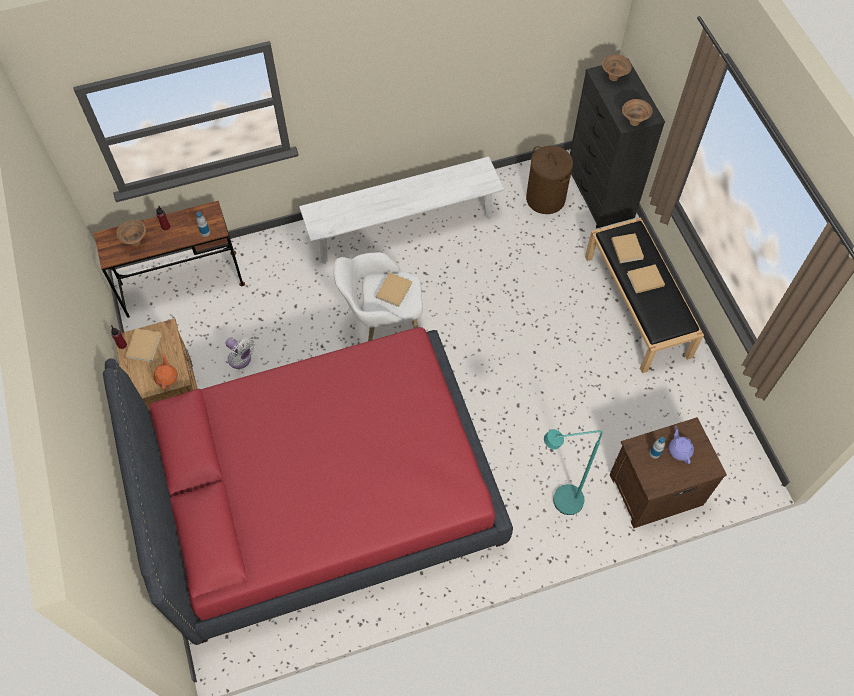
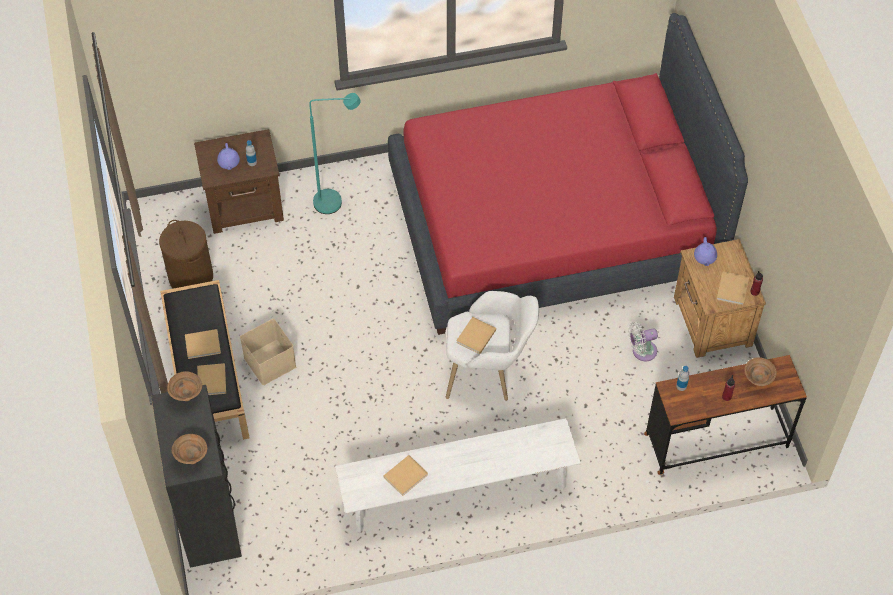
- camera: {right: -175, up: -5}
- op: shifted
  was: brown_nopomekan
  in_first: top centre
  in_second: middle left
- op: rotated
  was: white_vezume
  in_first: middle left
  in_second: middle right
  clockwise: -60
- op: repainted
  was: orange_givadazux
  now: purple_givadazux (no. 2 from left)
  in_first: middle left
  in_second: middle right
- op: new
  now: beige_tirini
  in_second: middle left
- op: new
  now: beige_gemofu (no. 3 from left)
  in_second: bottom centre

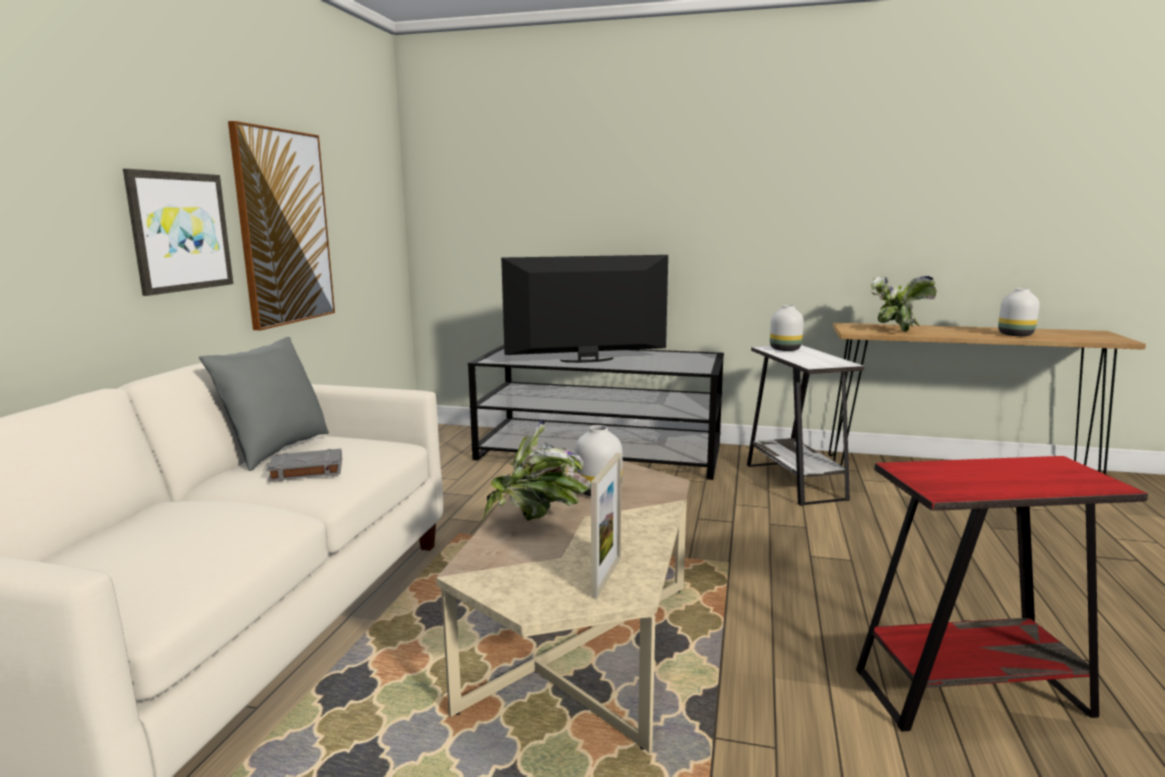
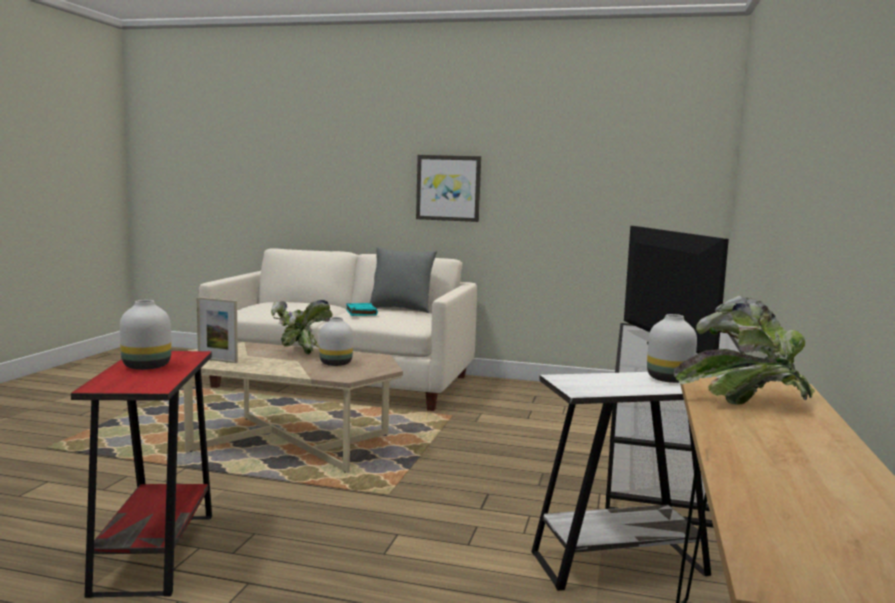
- camera: {right: 90, up: -5}
- op: gone
  was: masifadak (no. 2 from left)
  in_first: top left
- op: shifted
  was: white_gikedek (no. 3 from left in the first image)
  now: white_gikedek (no. 1 from left)
  in_first: middle right
  in_second: middle left
- op: repainted
  was: grey_gemofu
  now: turquoise_gemofu
  in_first: middle left
  in_second: centre

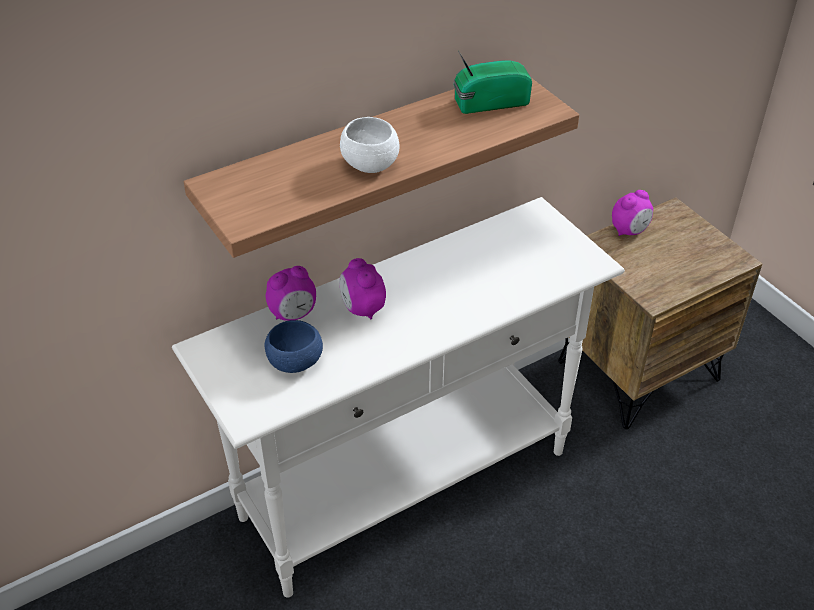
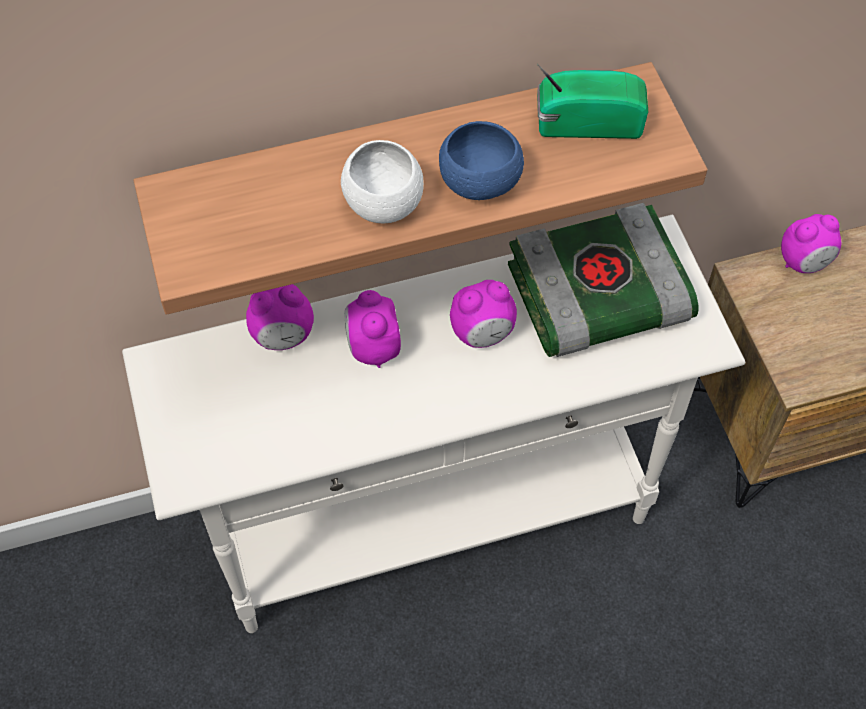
- camera: {right: 15, up: 15}
- op: shifted
  was: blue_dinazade
  in_first: centre
  in_second: top centre
- op: new
  now: gemofu
  in_second: middle right
- op: new
  now: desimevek (no. 3 from left)
  in_second: centre

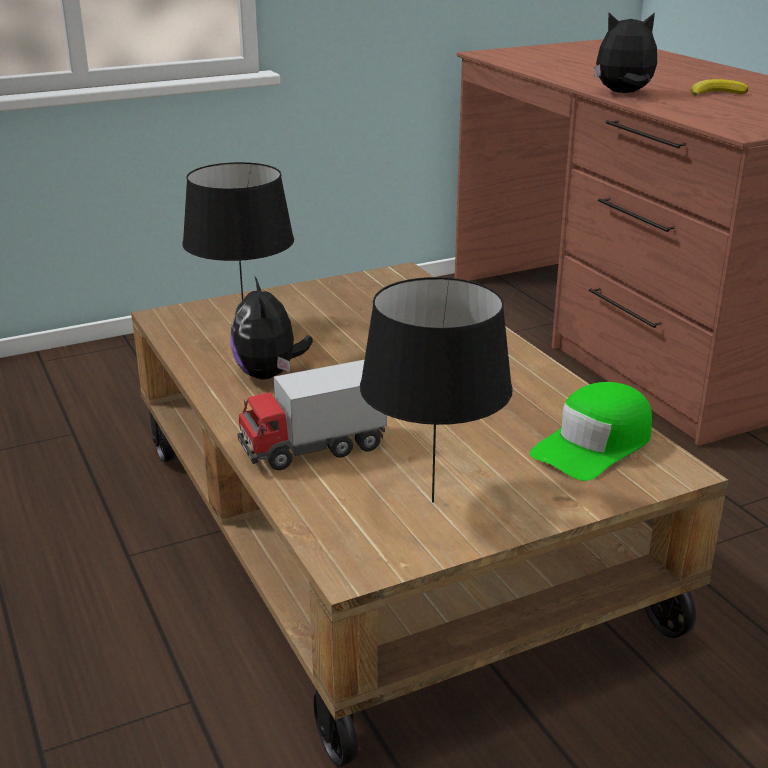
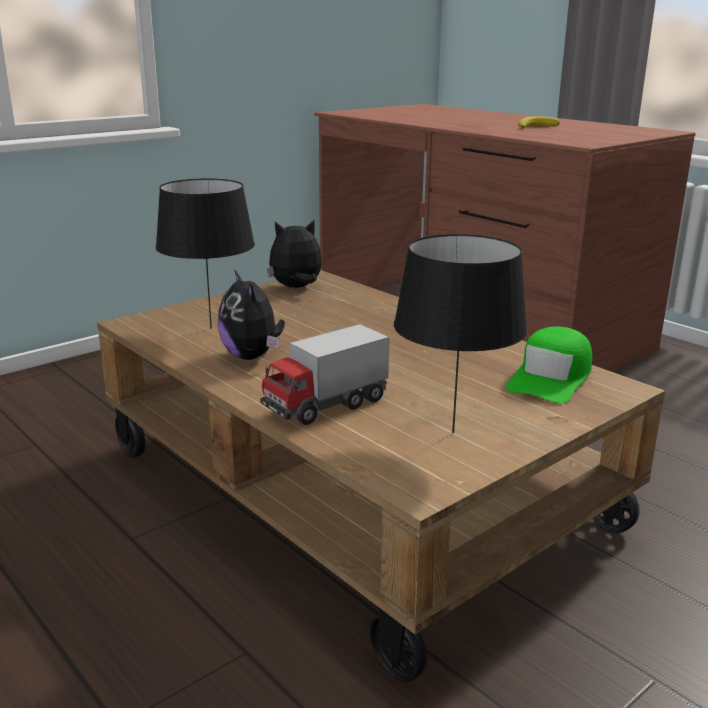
- camera: {right: -15, up: -5}
- op: shifted
  was: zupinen (no. 2 from left)
  in_first: top right
  in_second: centre

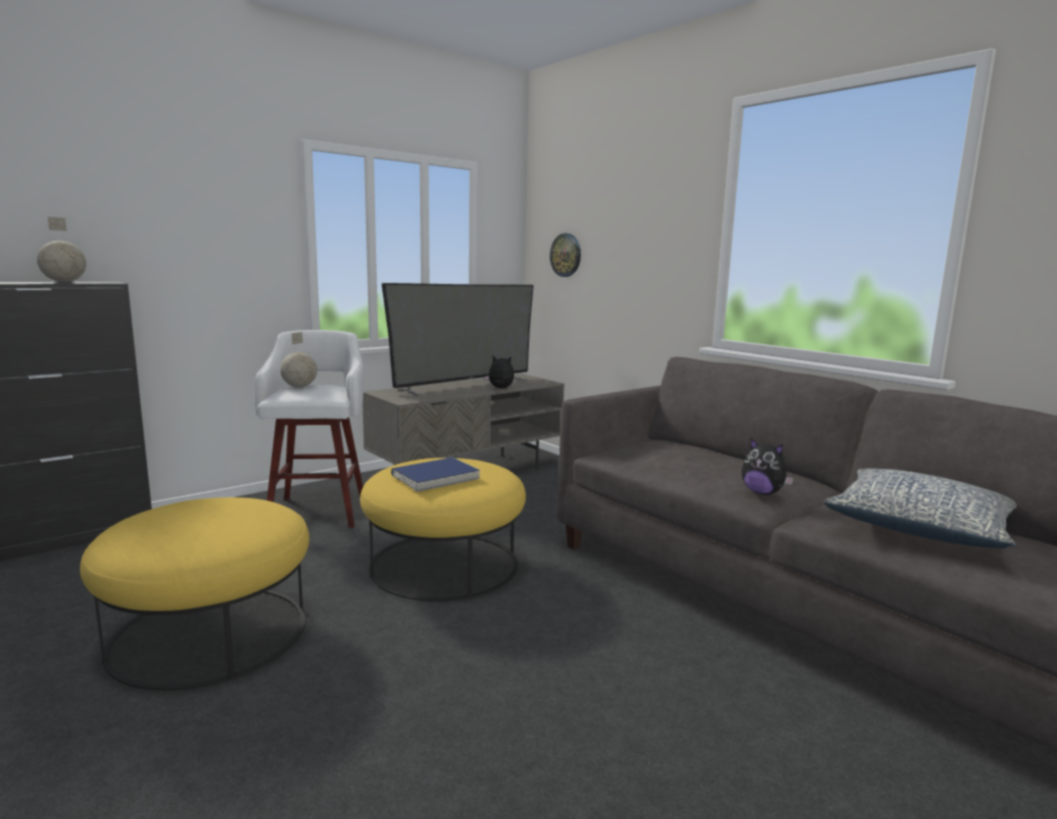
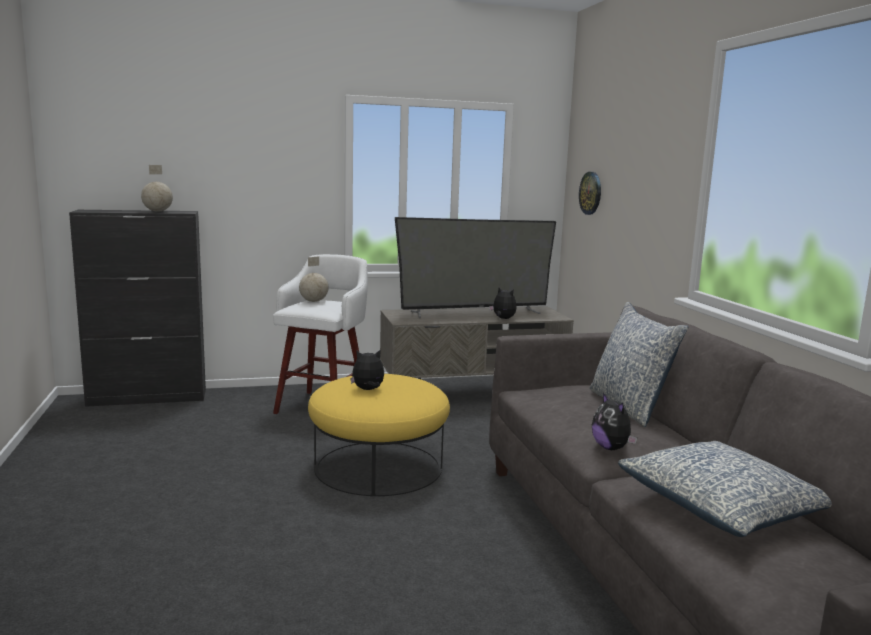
- camera: {right: 25, up: 0}
- op: swapped
  was: blue_gemofu
  now: zupinen (no. 1 from left)
  in_first: centre
  in_second: centre
- op: gone
  was: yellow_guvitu (no. 1 from left)
  in_first: bottom left
- op: new
  now: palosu (no. 1 from left)
  in_second: middle right

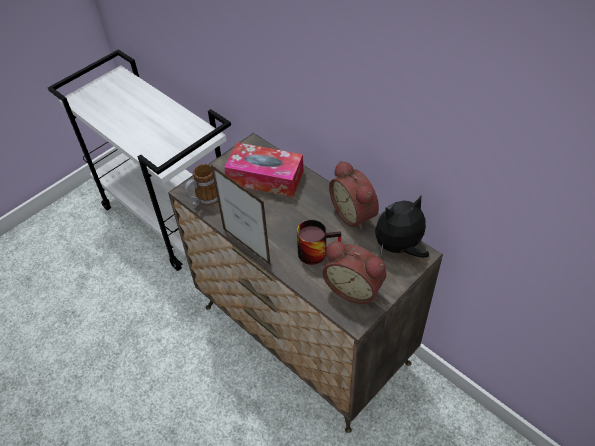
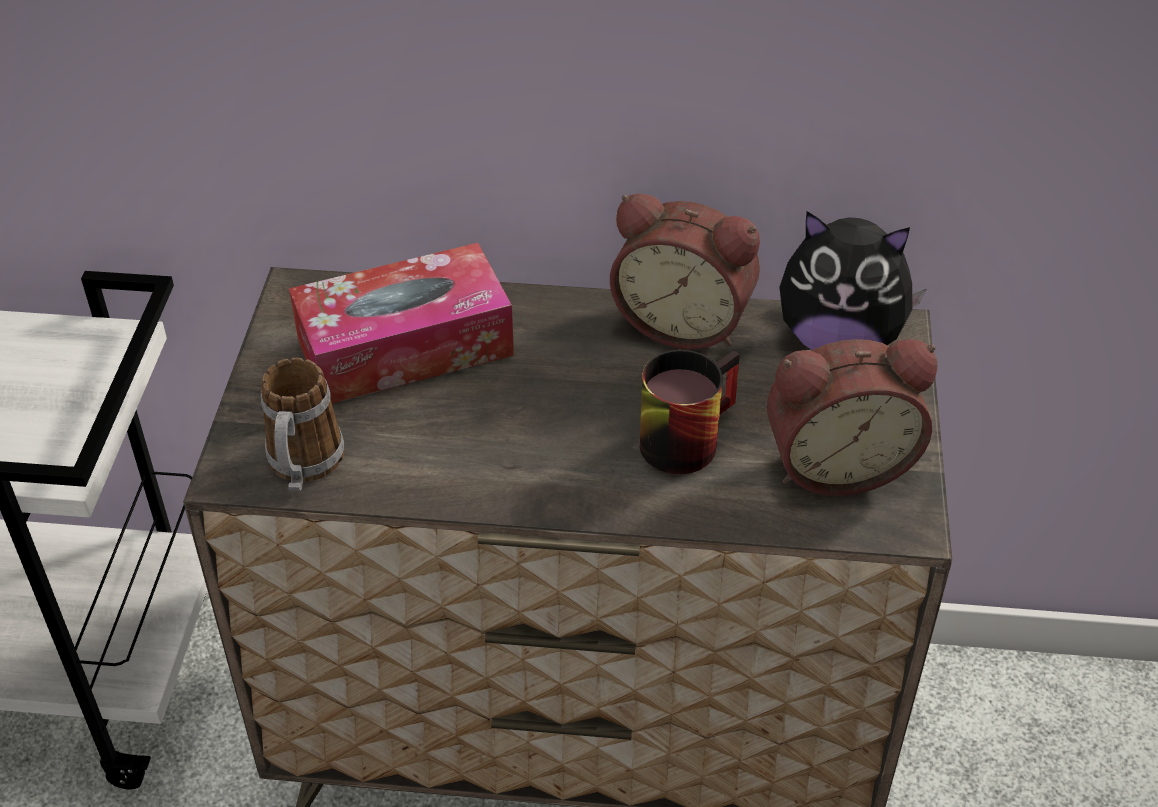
- camera: {right: -40, up: -5}
- op: gone
  was: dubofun
  in_first: centre
- op: rotated
  was: zupinen
  in_first: middle right
  in_second: middle right
  clockwise: -105

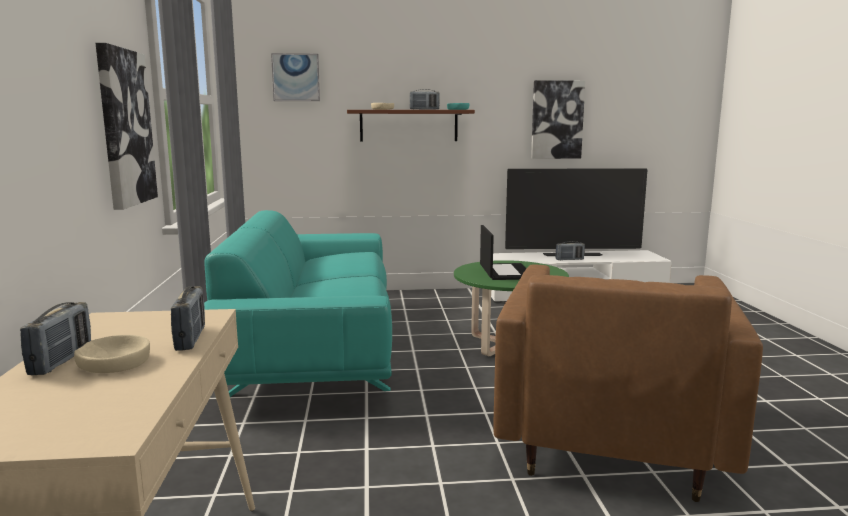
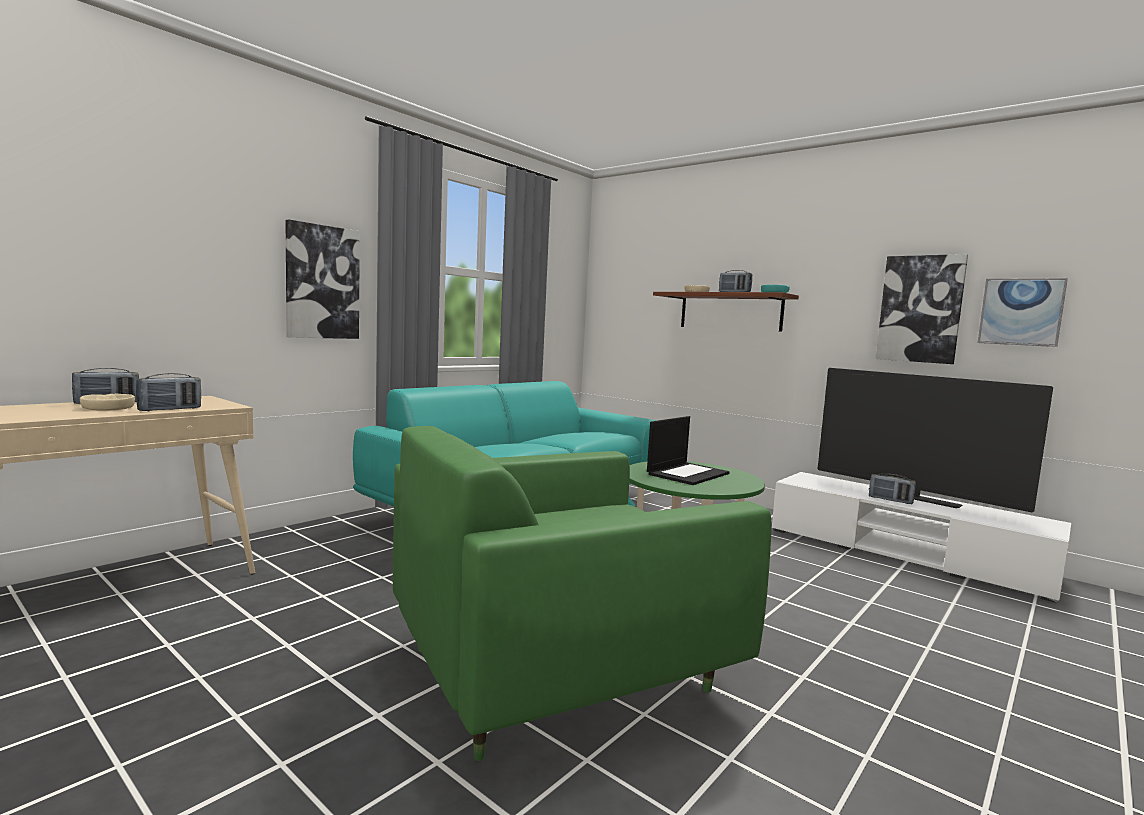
- camera: {right: 45, up: -5}
- op: shifted
  was: masifadak (no. 2 from left in the first image)
  now: masifadak (no. 3 from left)
  in_first: top centre
  in_second: middle right
- op: repainted
  was: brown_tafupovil
  now: green_tafupovil
  in_first: bottom right
  in_second: bottom centre

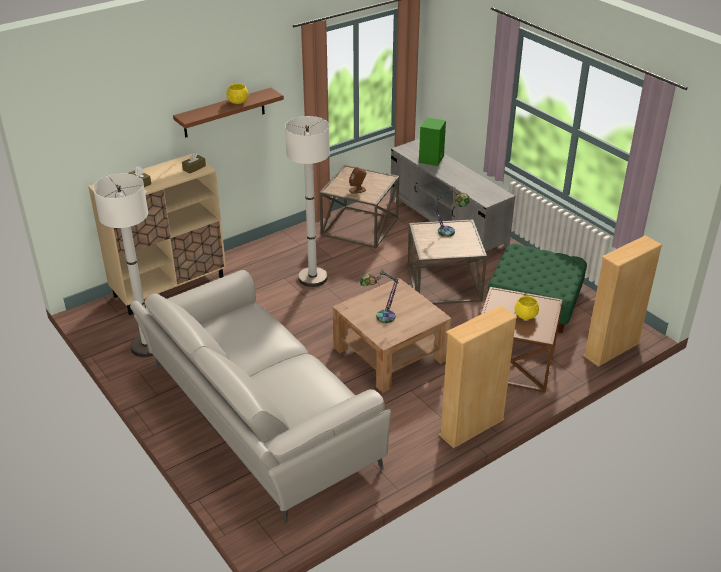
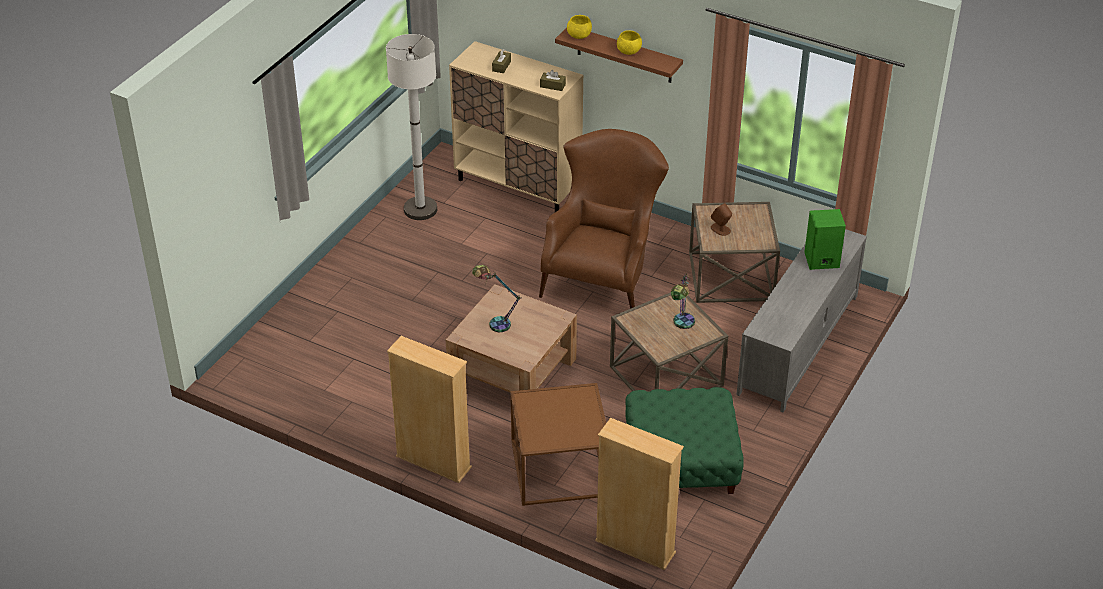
- camera: {right: 65, up: 5}
- op: swapped
  was: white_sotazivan (no. 2 from left)
  now: brown_tafupovil
  in_first: centre
  in_second: centre
- op: gone
  was: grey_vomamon
  in_first: bottom centre
- op: shifted
  was: yellow_dinazade (no. 2 from left in the first image)
  now: yellow_dinazade (no. 1 from left)
  in_first: middle right
  in_second: top centre

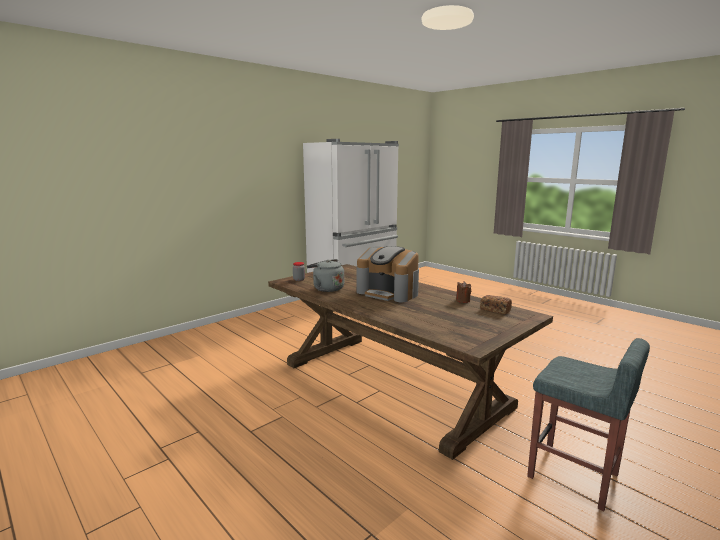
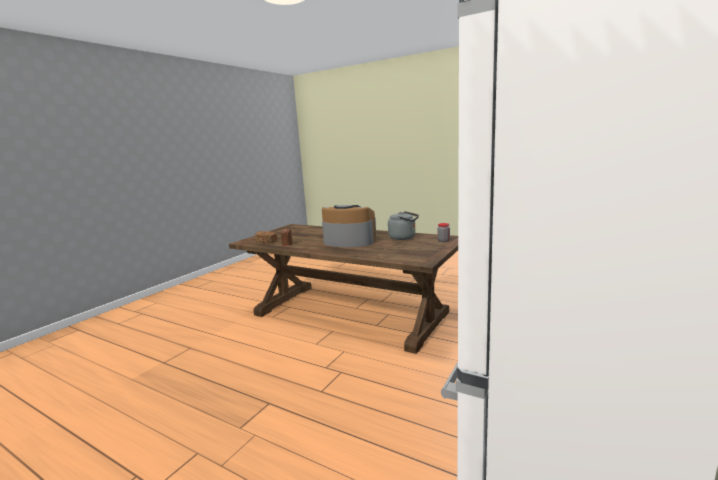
- camera: {right: 165, up: 0}
- op: gone
  was: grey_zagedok
  in_first: bottom right

